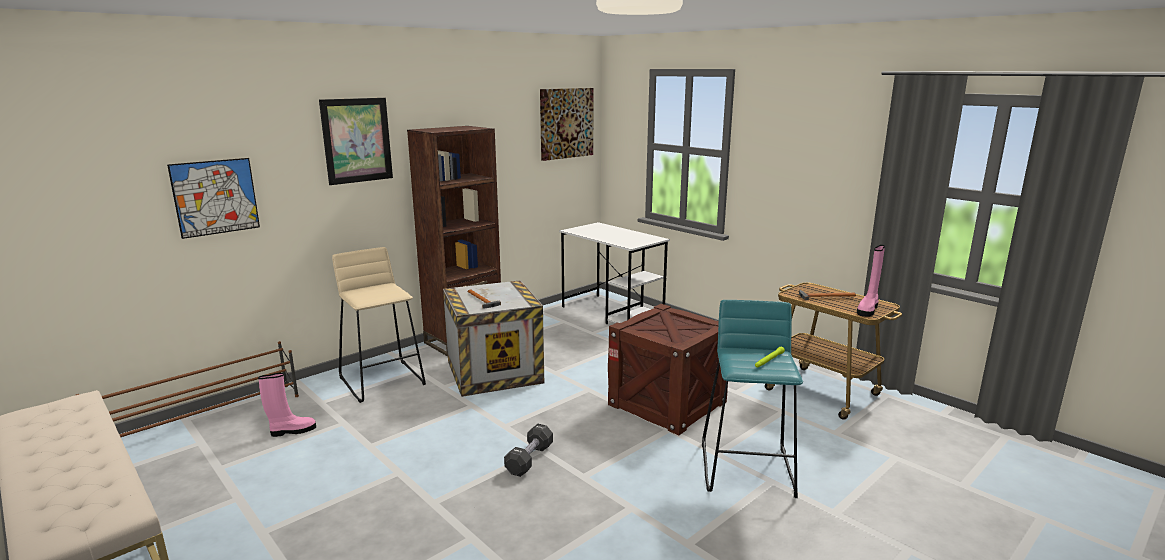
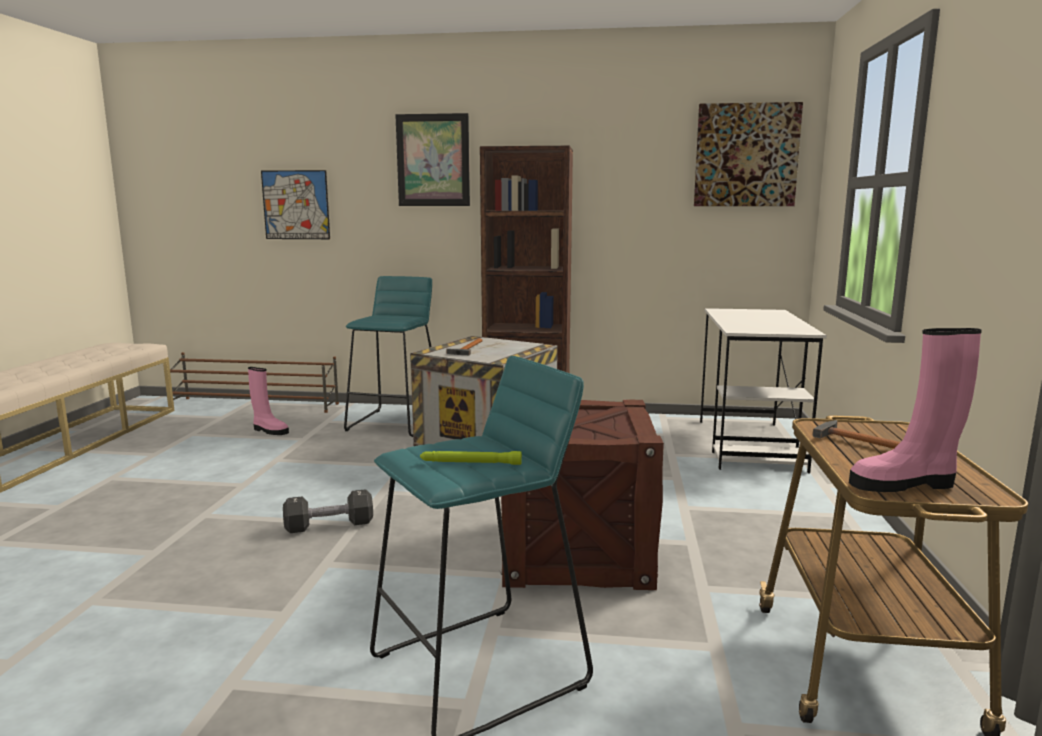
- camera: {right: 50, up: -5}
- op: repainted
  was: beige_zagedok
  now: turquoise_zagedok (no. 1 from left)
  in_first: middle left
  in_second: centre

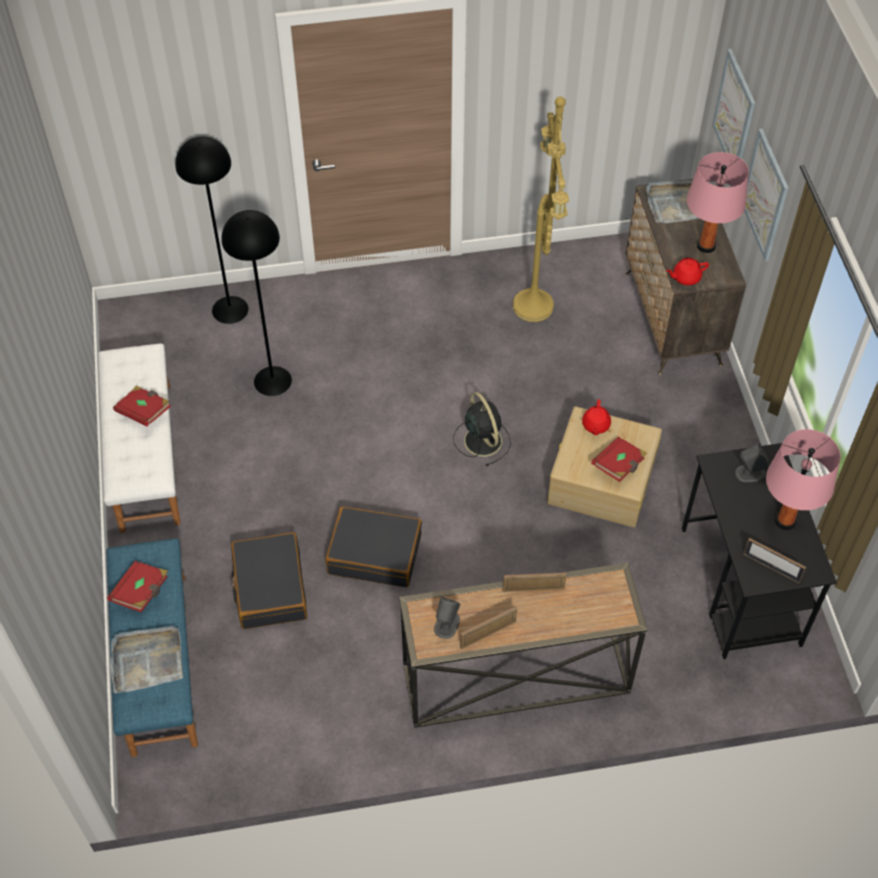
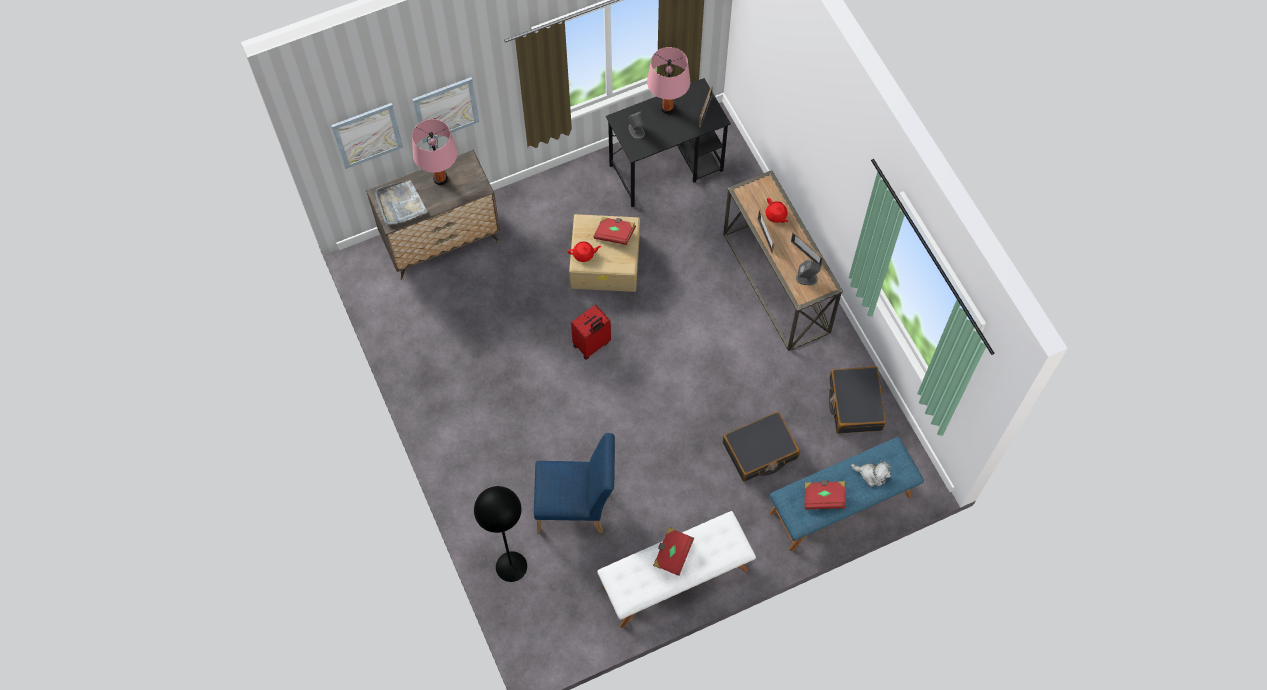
- camera: {right: -105, up: 10}
- op: gone
  was: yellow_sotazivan
  in_first: top centre
- op: swapped
  was: black_sotazivan (no. 2 from left)
  now: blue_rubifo
  in_first: middle left
  in_second: bottom centre
- op: shifted
  was: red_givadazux (no. 2 from left)
  in_first: top right
  in_second: top centre
- op: swapped
  was: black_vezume
  now: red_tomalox
  in_first: centre
  in_second: centre
- op: shifted
  was: black_tomalox (no. 2 from left)
  in_first: centre
  in_second: middle right
- op: swapped
  was: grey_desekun (no. 1 from left)
  now: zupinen
  in_first: bottom left
  in_second: bottom right

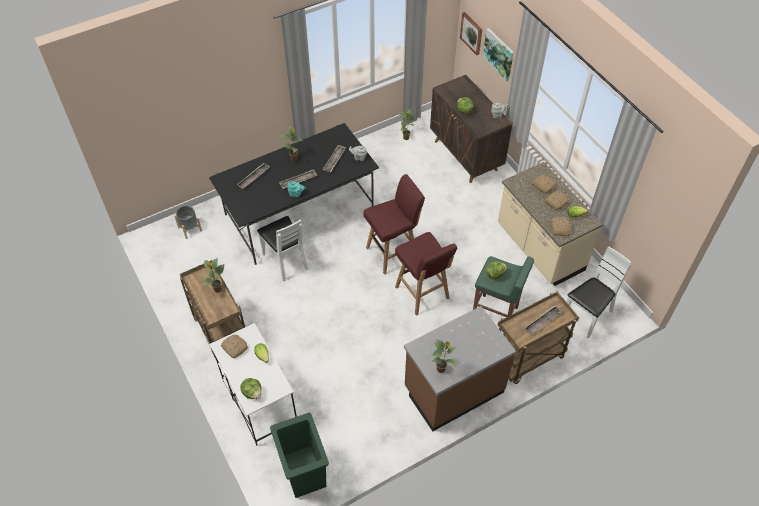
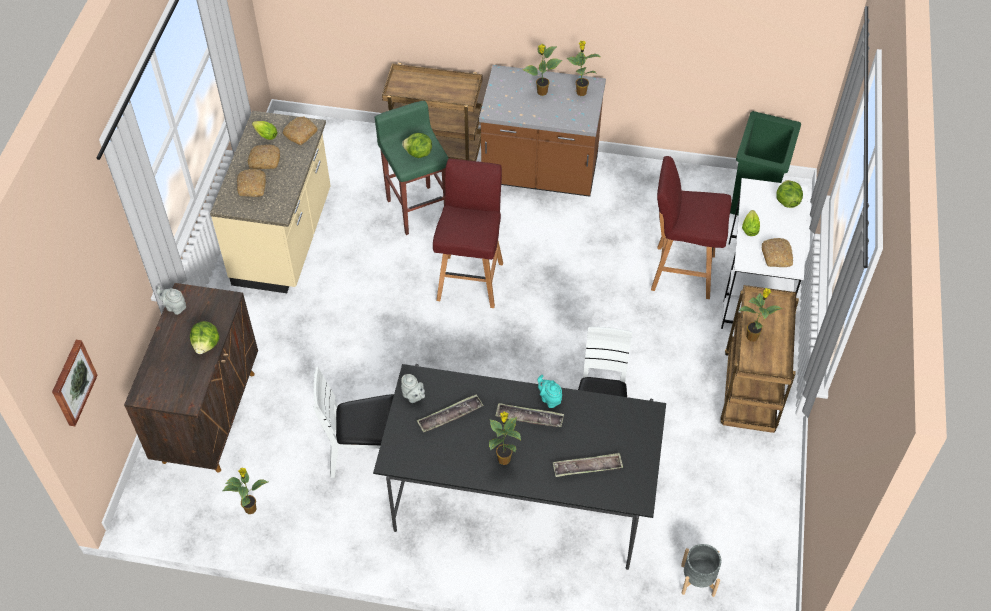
- camera: {right: -140, up: 0}
- op: gone
  was: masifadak (no. 2 from left)
  in_first: top centre
- op: shifted
  was: red_zagedok (no. 1 from left in the first image)
  now: red_zagedok (no. 2 from left)
  in_first: centre
  in_second: middle right
- op: shifted
  was: white_rubifo (no. 2 from left in the first image)
  now: white_rubifo (no. 1 from left)
  in_first: middle right
  in_second: bottom centre
- op: gone
  was: desekun (no. 4 from left)
  in_first: middle right
- op: new
  now: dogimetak (no. 3 from left)
  in_second: top centre

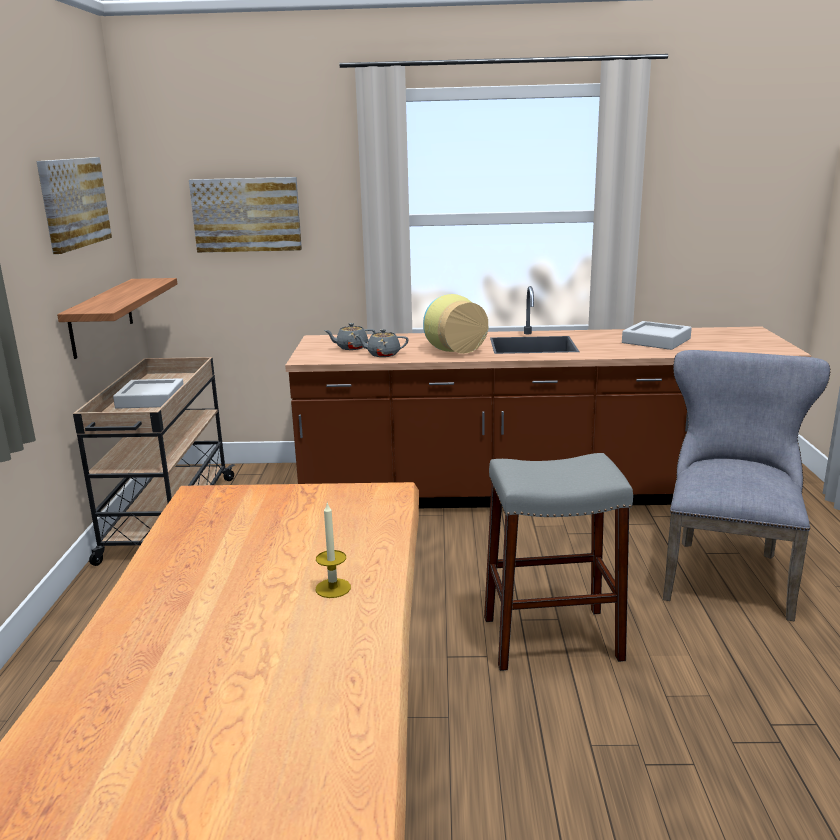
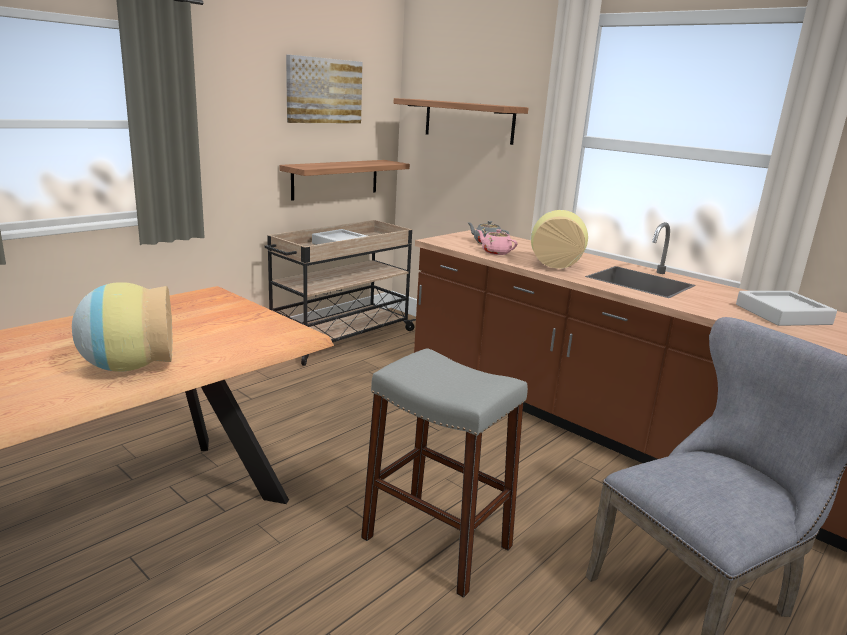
- camera: {right: 40, up: 0}
- op: swapped
  was: masifadak (no. 2 from left)
  now: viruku (no. 2 from left)
  in_first: top left
  in_second: top centre
- op: repainted
  was: grey_givadazux (no. 2 from left)
  now: pink_givadazux
  in_first: centre
  in_second: centre
- op: swapped
  was: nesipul
  now: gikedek (no. 1 from left)
  in_first: centre
  in_second: middle left

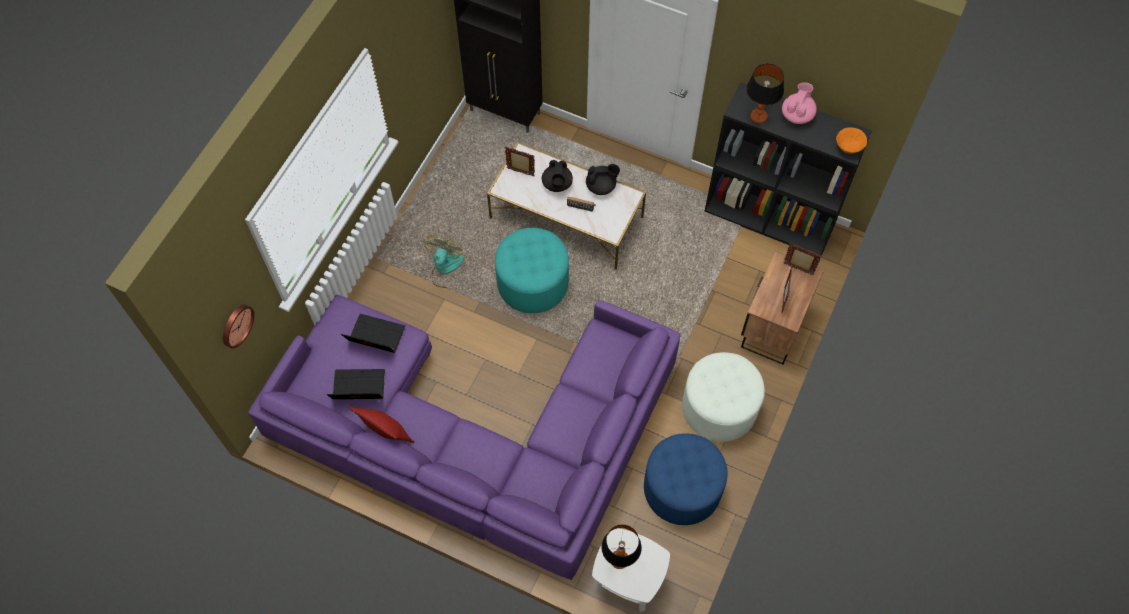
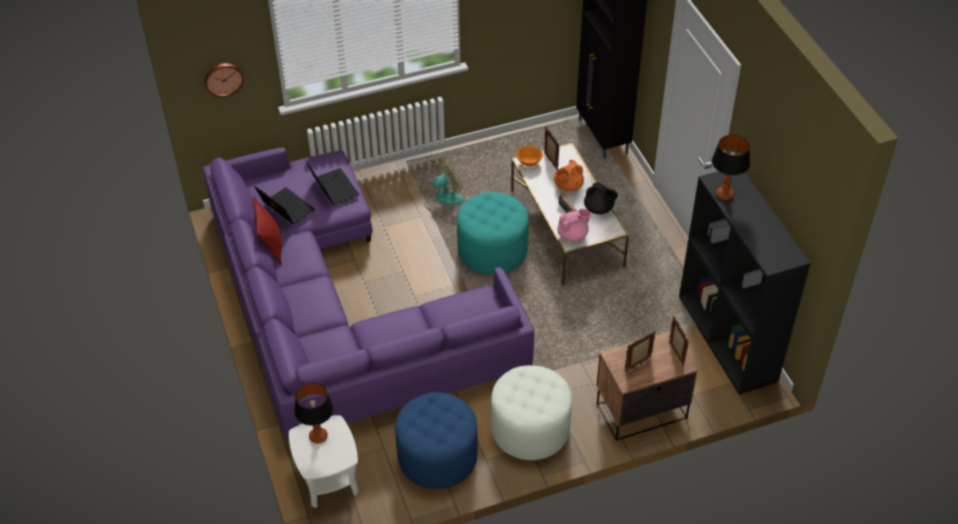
- camera: {right: 45, up: -15}
- op: shifted
  was: pink_givadazux
  in_first: top right
  in_second: centre
- op: shifted
  was: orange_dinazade
  in_first: top right
  in_second: top centre
- op: repainted
  was: black_givadazux (no. 1 from left)
  now: orange_givadazux
  in_first: top centre
  in_second: centre

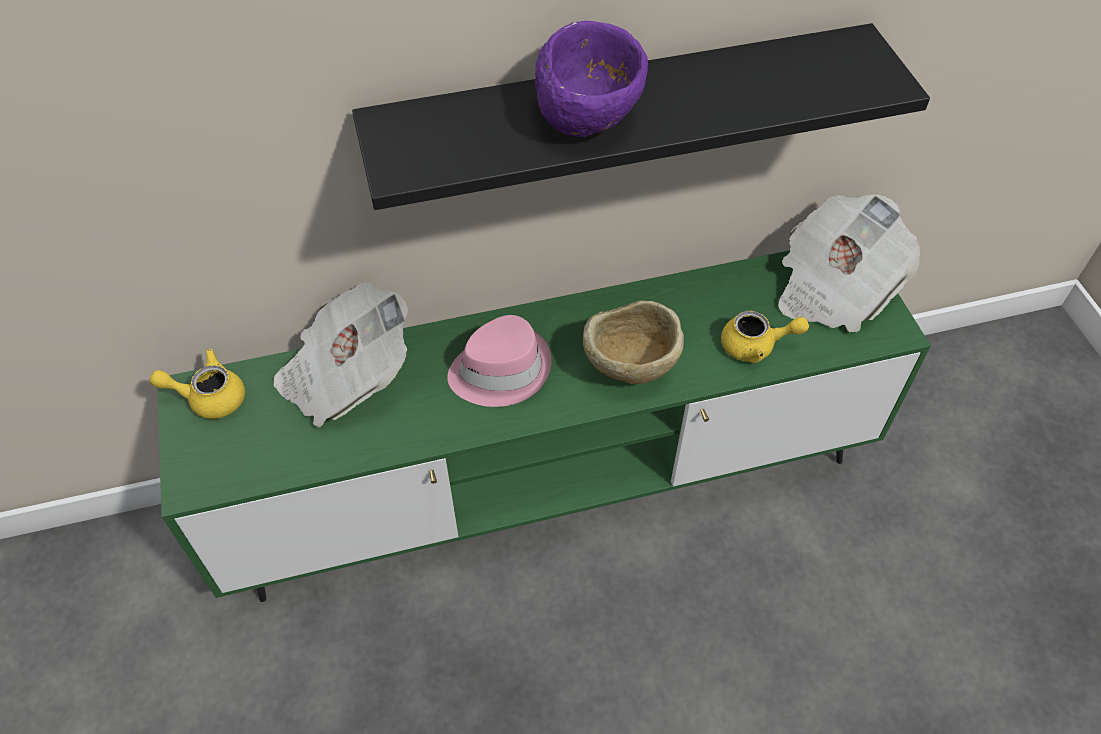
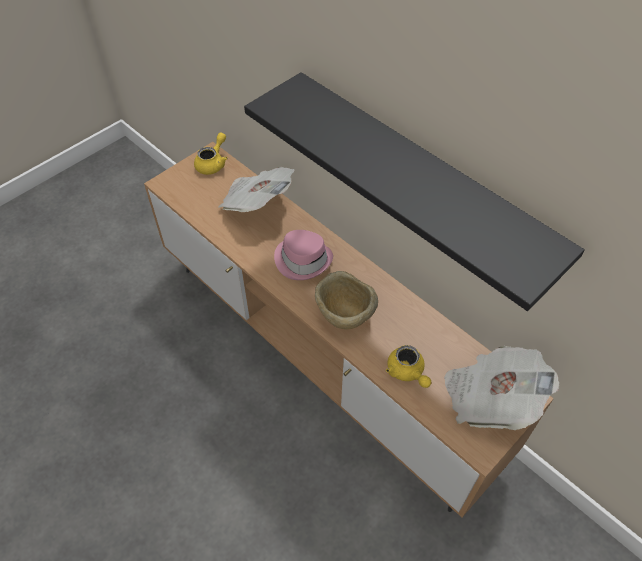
- camera: {right: 60, up: 0}
- op: gone
  was: purple_dinazade
  in_first: top centre
- op: repainted
  was: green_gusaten
  now: brown_gusaten
  in_first: centre
  in_second: centre
- op: rotated
  was: yellow_givadazux (no. 1 from left)
  in_first: middle left
  in_second: top left
  clockwise: 60

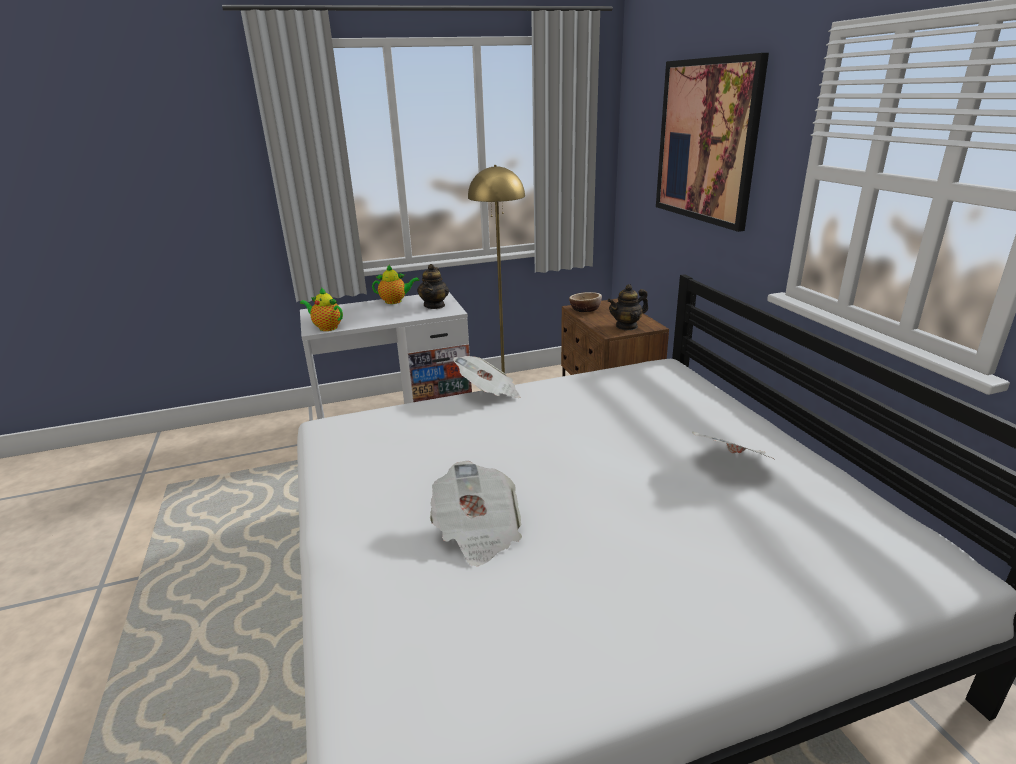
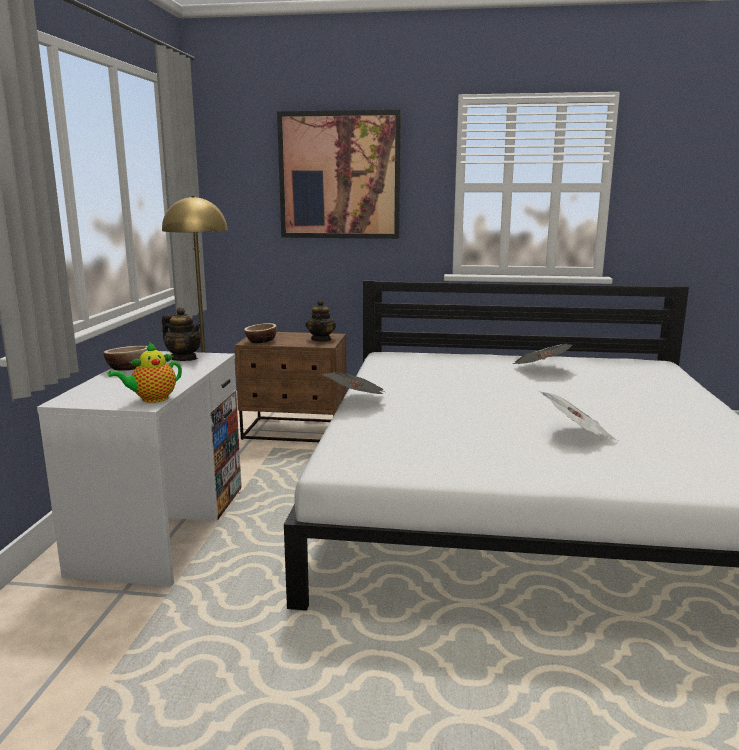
- camera: {right: -65, up: -10}
- op: swapped
  was: givadazux (no. 2 from left)
  now: dinazade (no. 1 from left)
  in_first: centre
  in_second: middle left

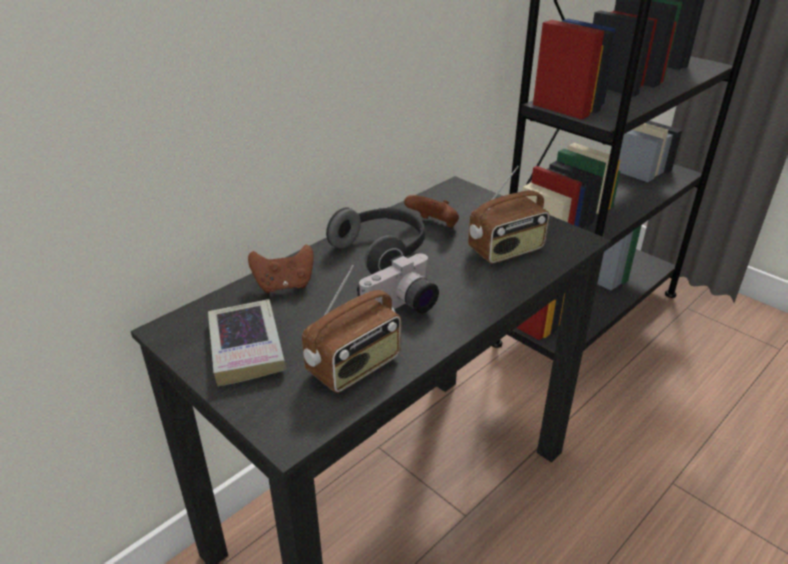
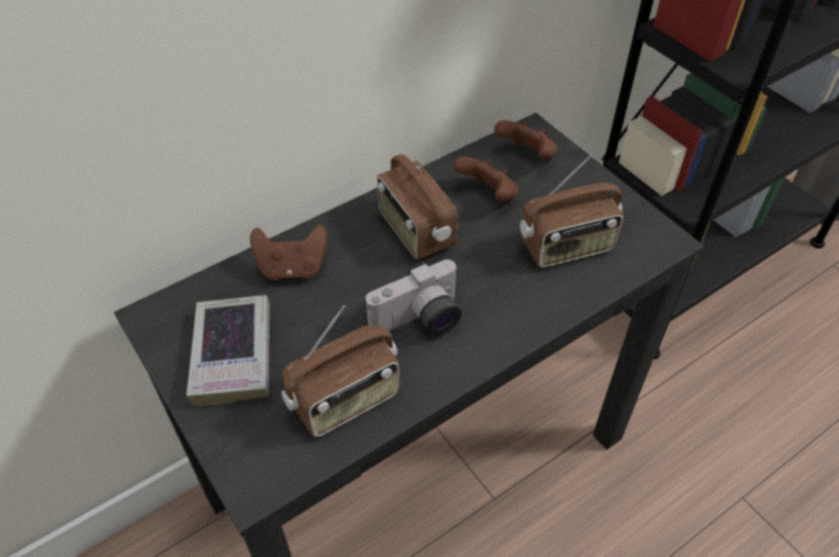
- camera: {right: 10, up: 15}
- op: swapped
  was: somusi
  now: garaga (no. 2 from left)
  in_first: centre
  in_second: centre
- op: new
  now: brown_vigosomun (no. 3 from left)
  in_second: top centre

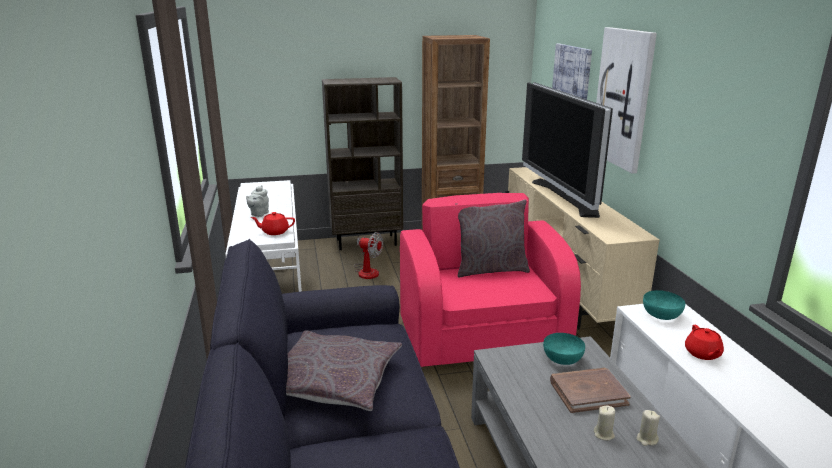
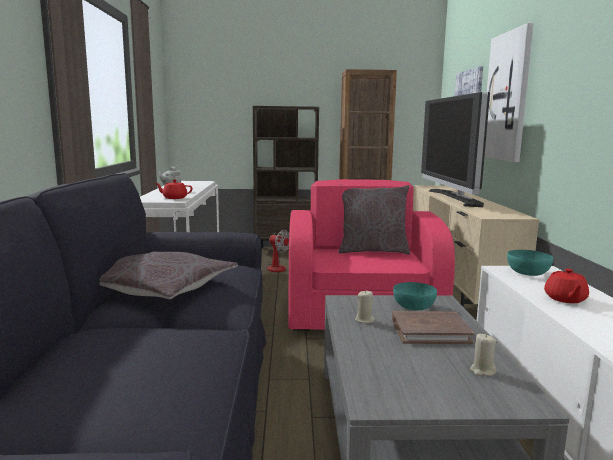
- camera: {right: 10, up: -10}
- op: shifted
  was: beige_nesipul (no. 1 from left)
  in_first: bottom right
  in_second: centre

